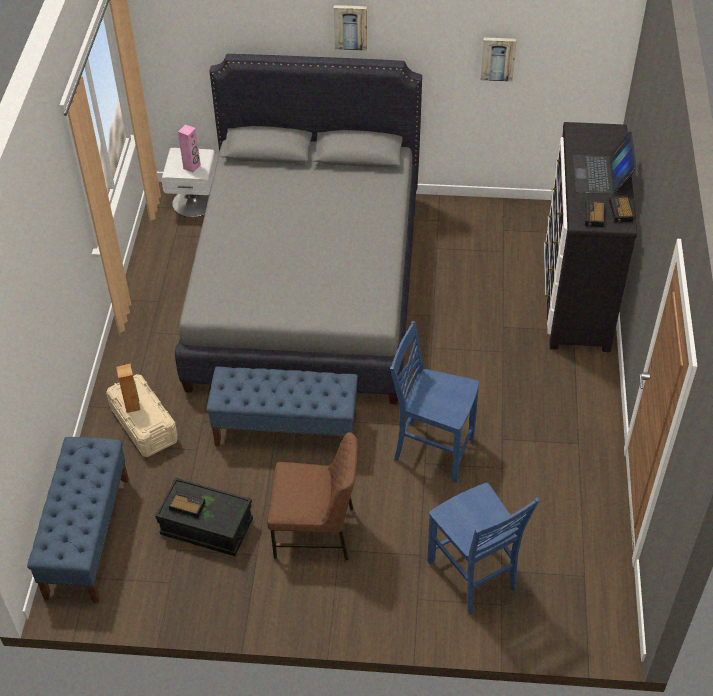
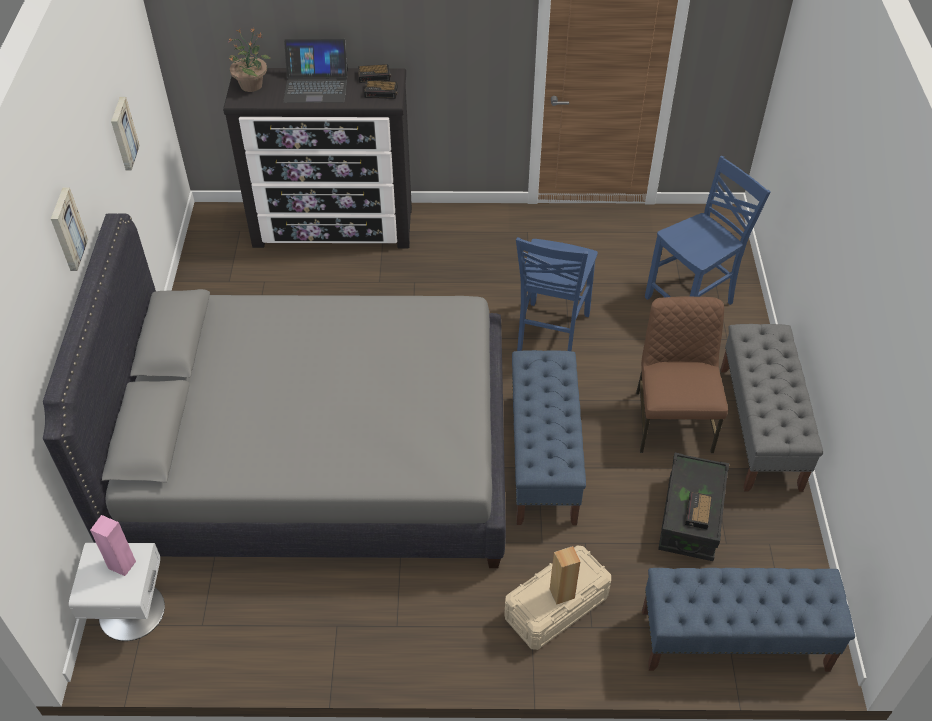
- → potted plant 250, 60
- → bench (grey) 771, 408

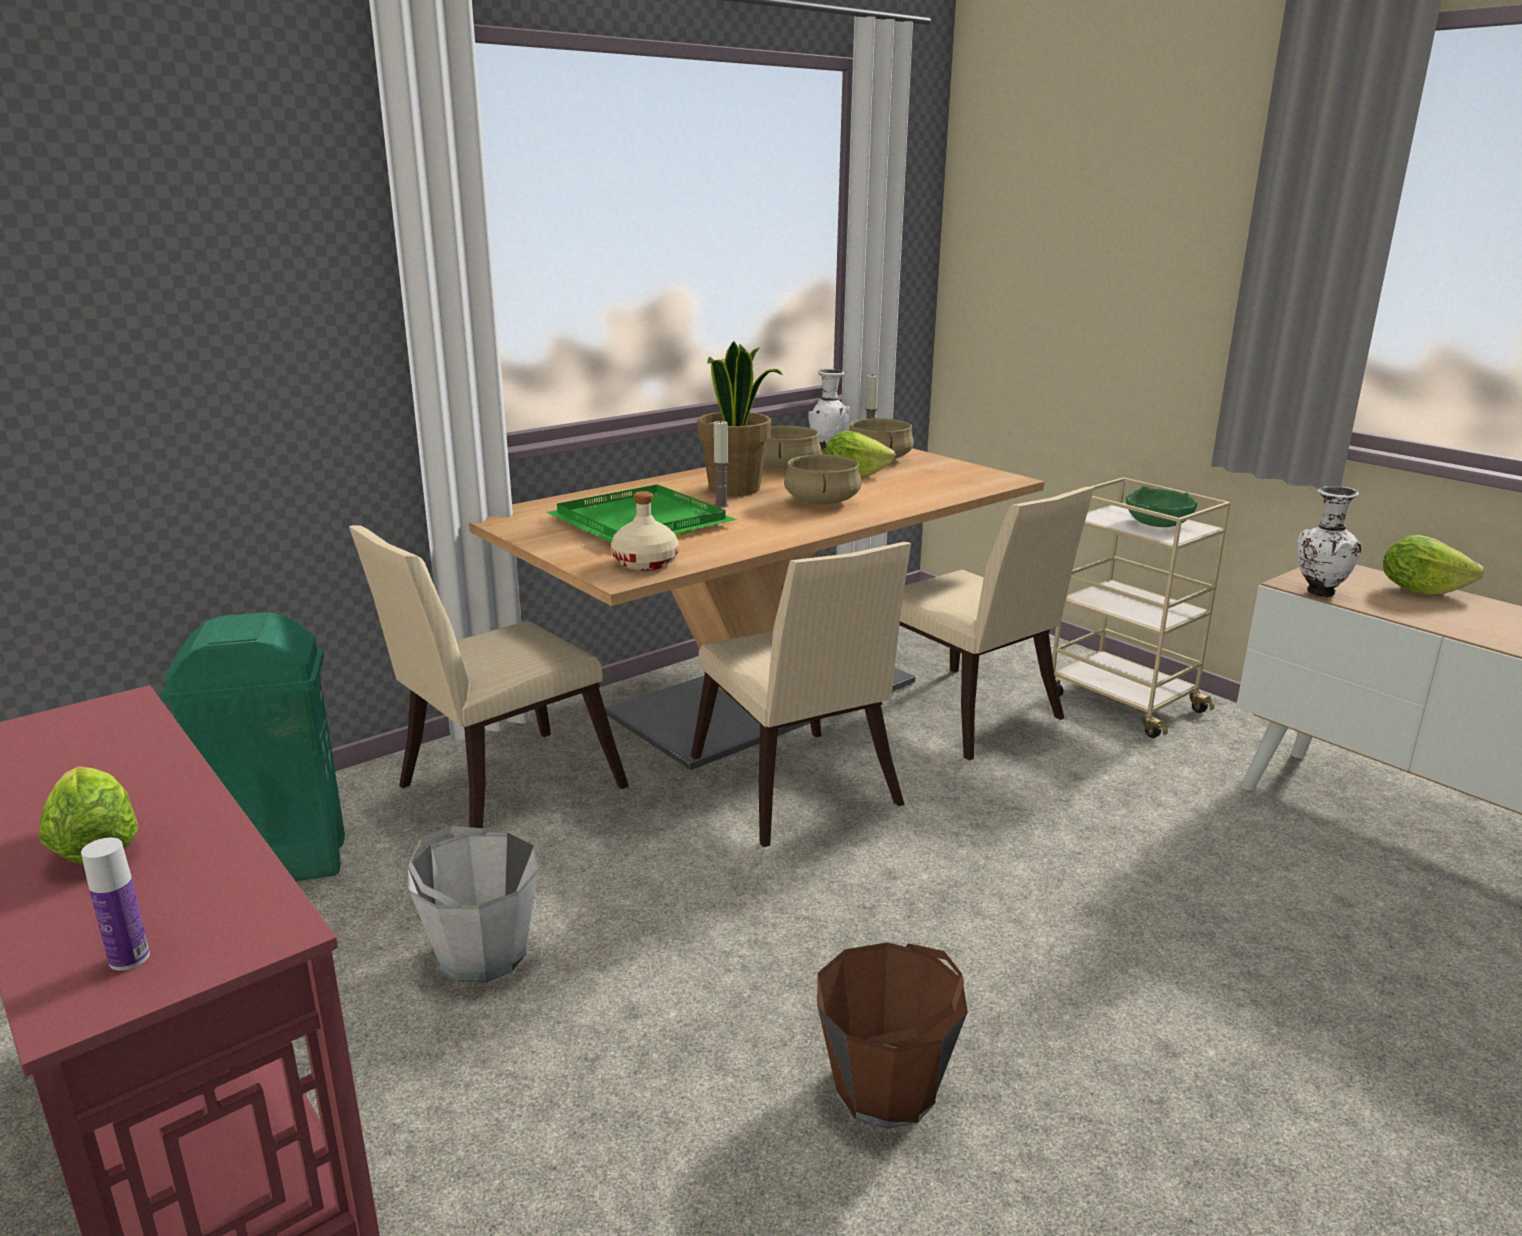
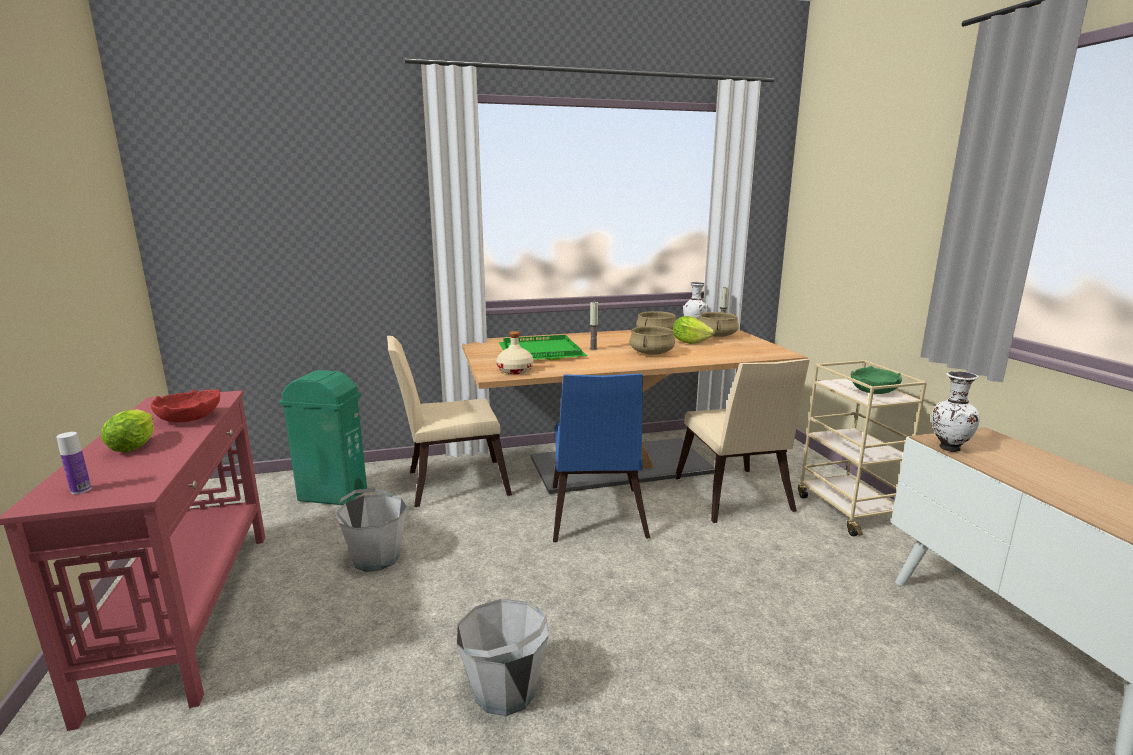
- → bowl (red) 185, 405
bucket (brown) 892, 1035 → bucket (grey) 503, 657
chair (beige) 801, 694 → chair (blue) 601, 457
potted plant 740, 418 → -
lettuce 1433, 565 → -

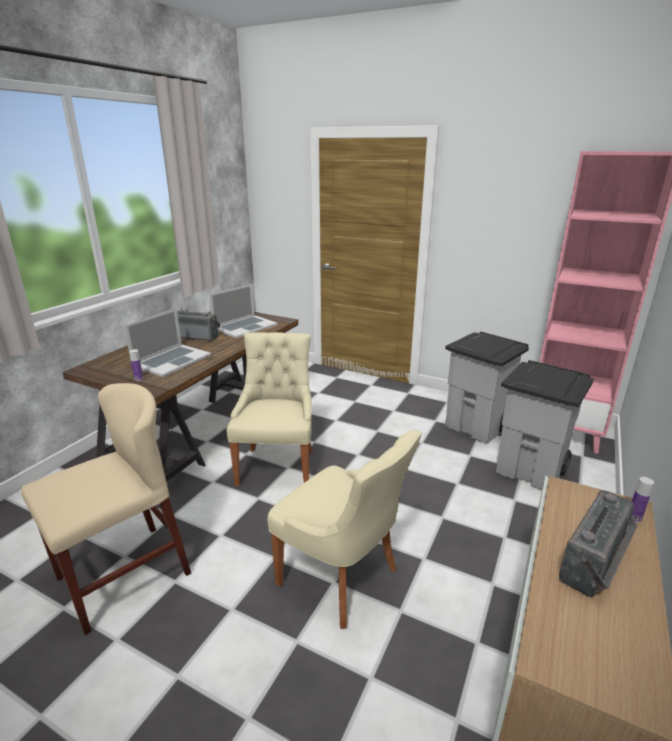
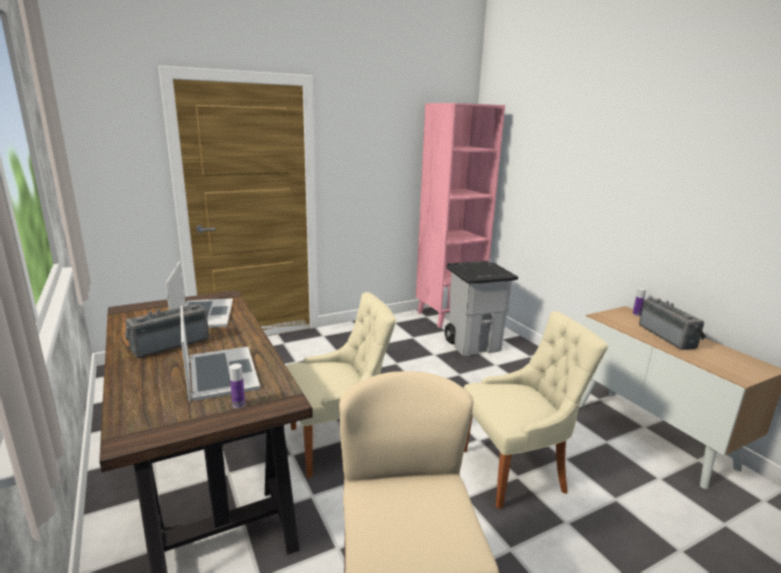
chair (beige) 270, 409 → chair (beige) 341, 385, 120 degrees clockwise
trash can (grey) 487, 388 → -

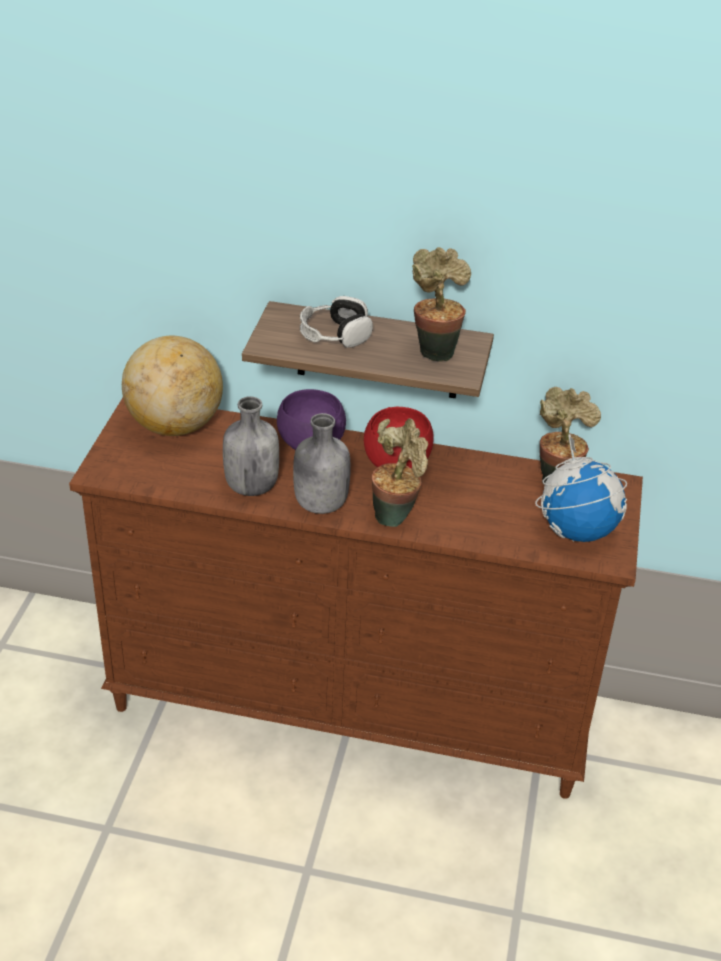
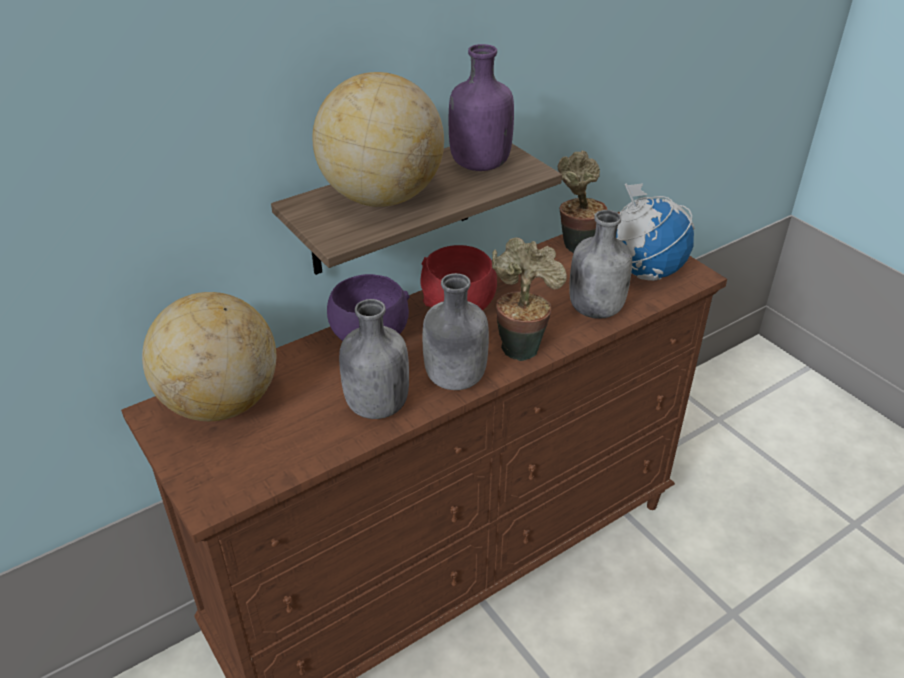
headphones 336, 322 → globe 378, 139
potted plant 441, 304 → bottle (purple) 481, 107
- → bottle (grey) 600, 264

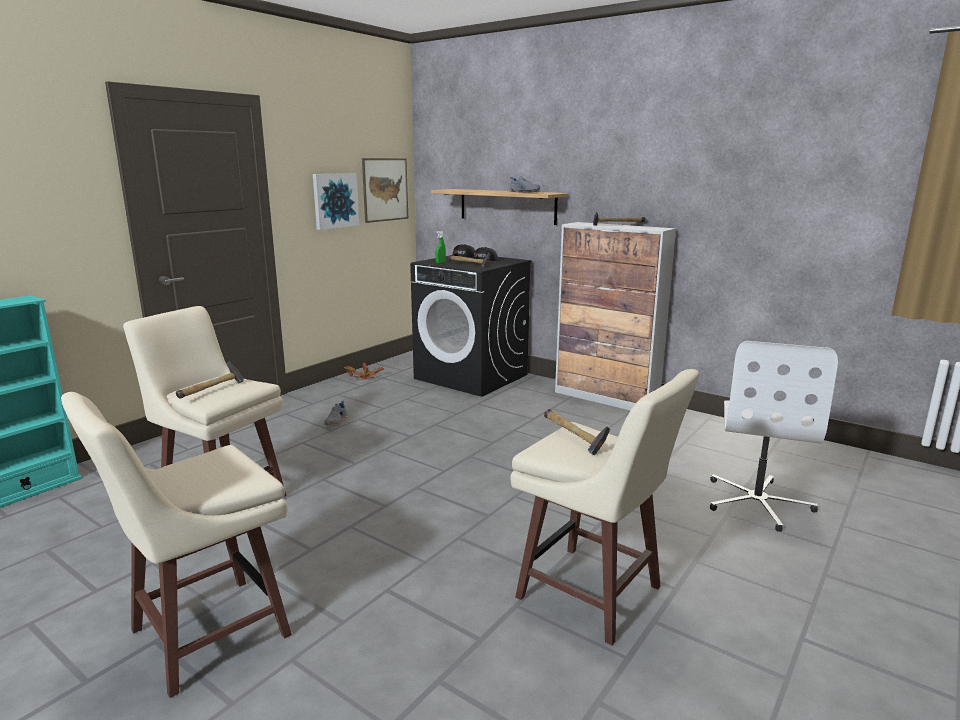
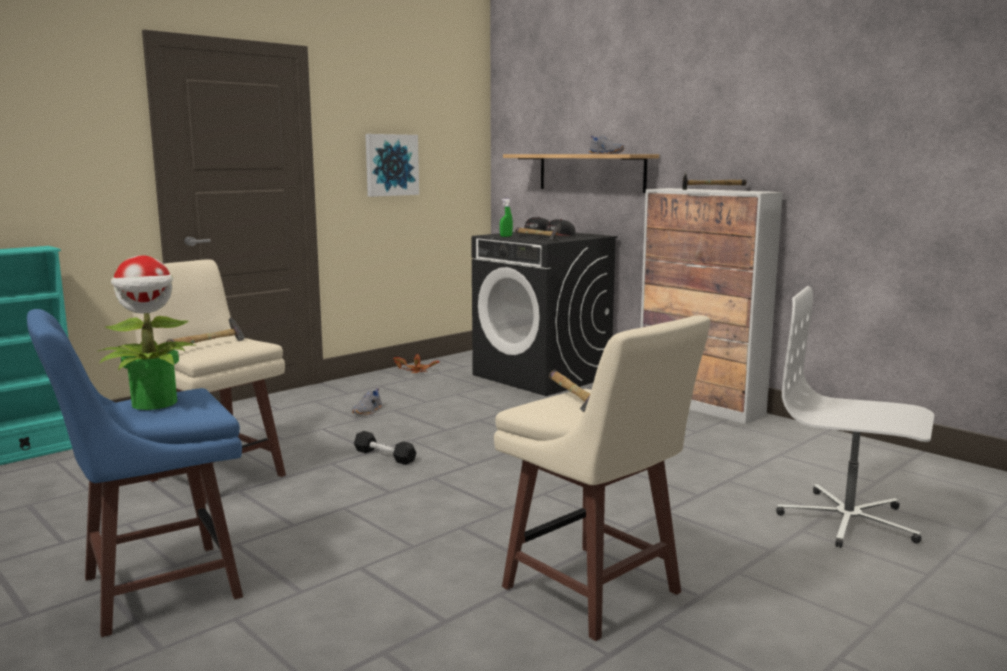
stool (beige) 176, 545 → stool (blue) 135, 473
- → potted plant 147, 333
- → dumbbell (black) 385, 448
office chair (white) 774, 436 → office chair (white) 855, 417, 90 degrees clockwise
picture 385, 190 → -

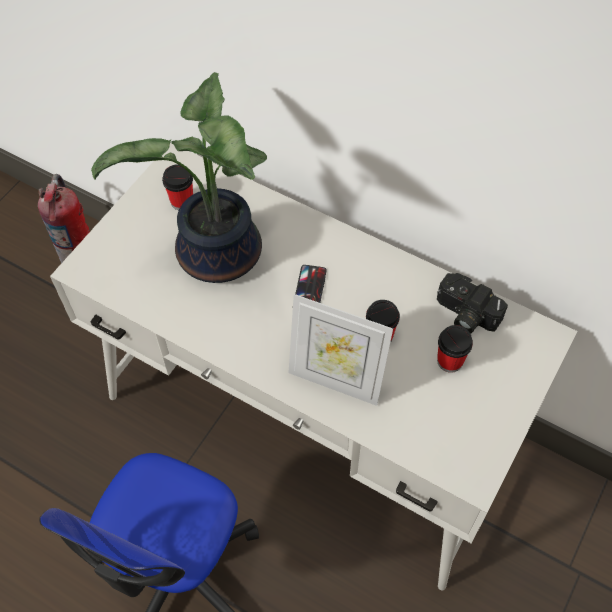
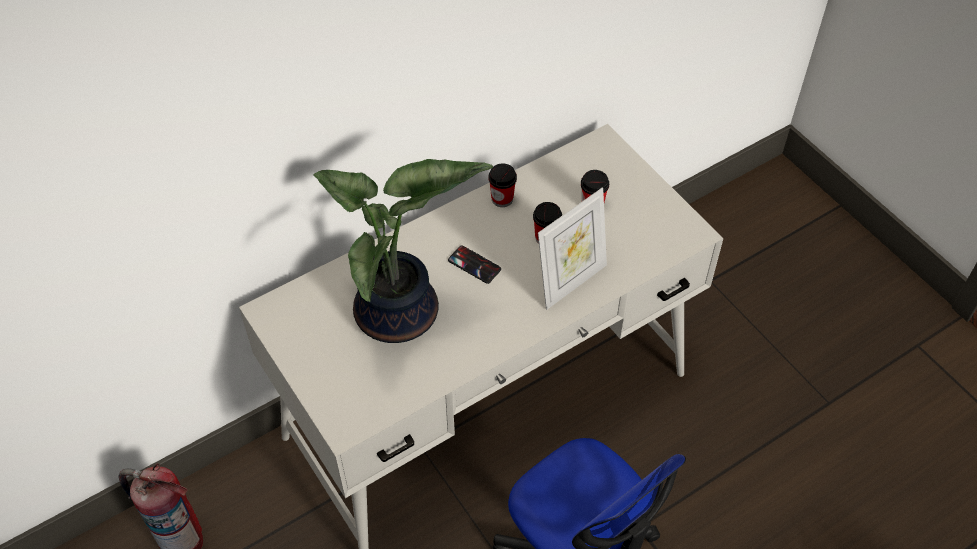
cup 177, 187 → cup 502, 185, shifted
photo camera 472, 303 → -

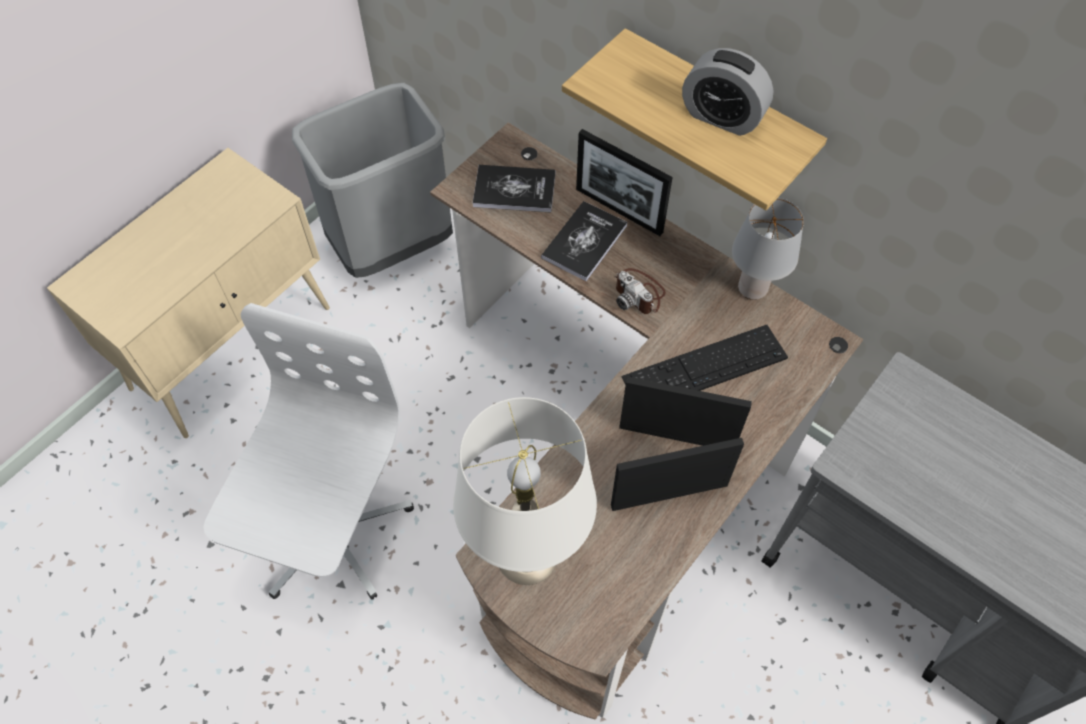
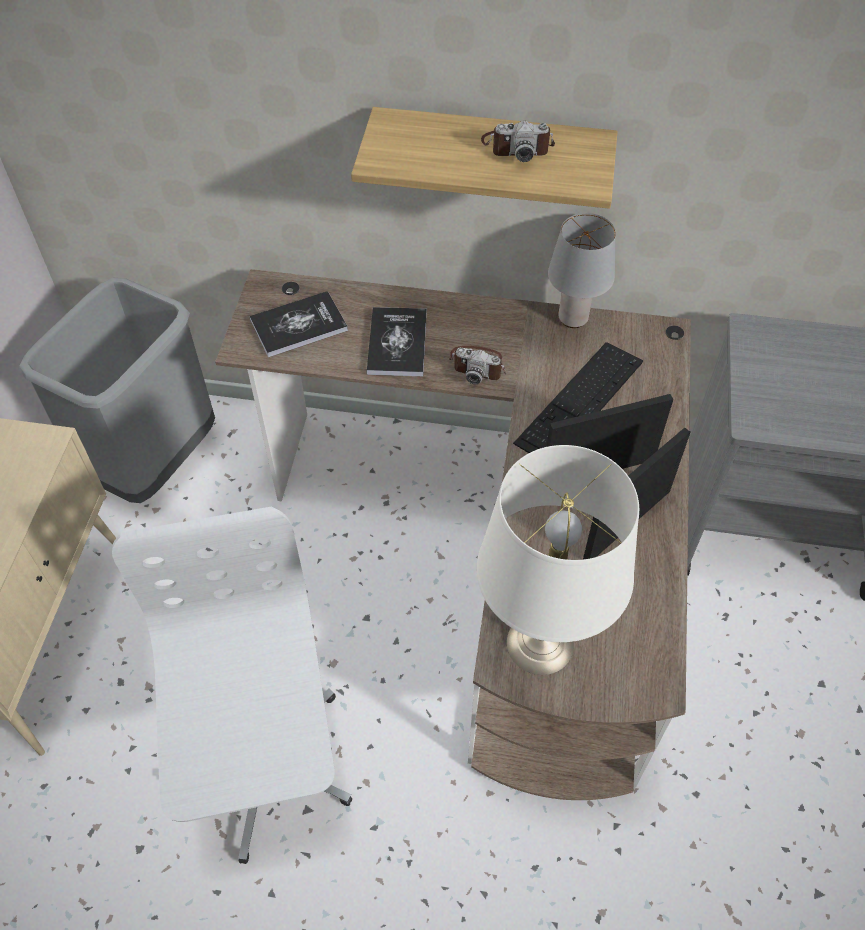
alarm clock 728, 92 → photo camera 518, 141
picture frame 624, 182 → -

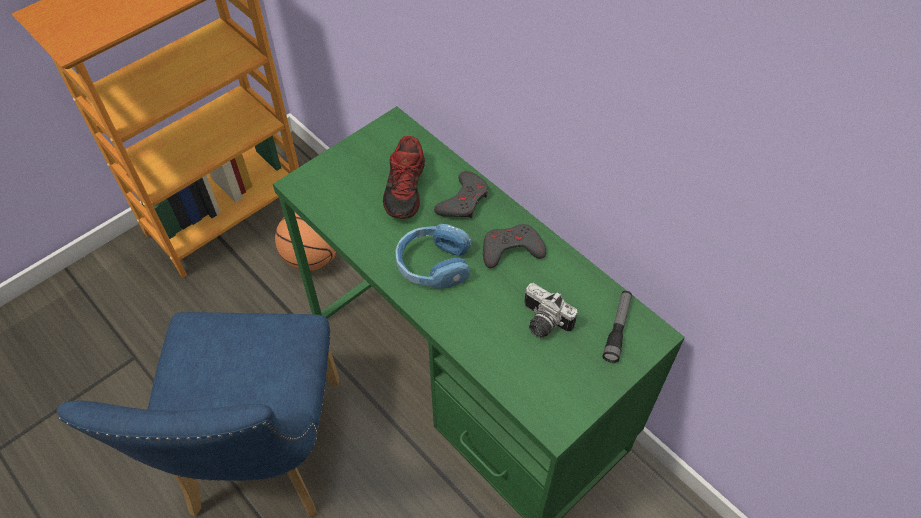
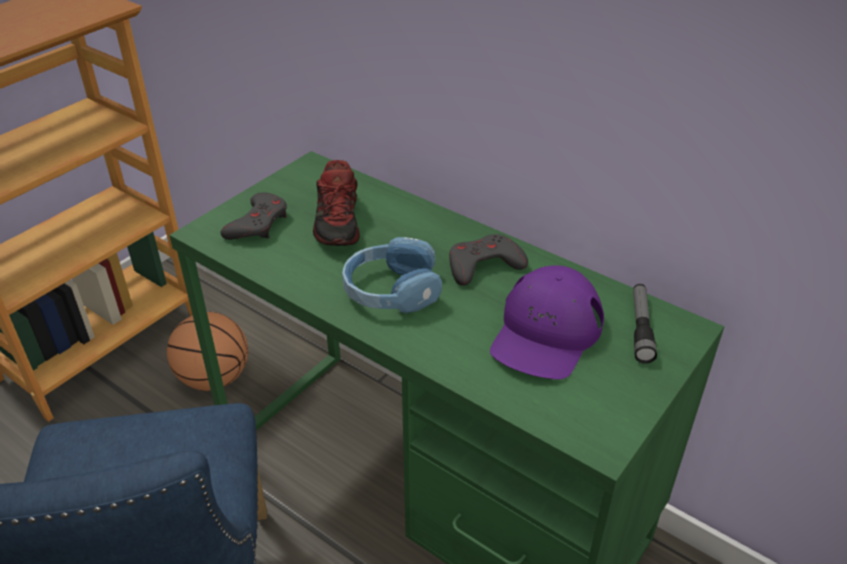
game controller (grey) 461, 194 → game controller (grey) 253, 216, shifted
photo camera 551, 310 → cap (purple) 547, 322

